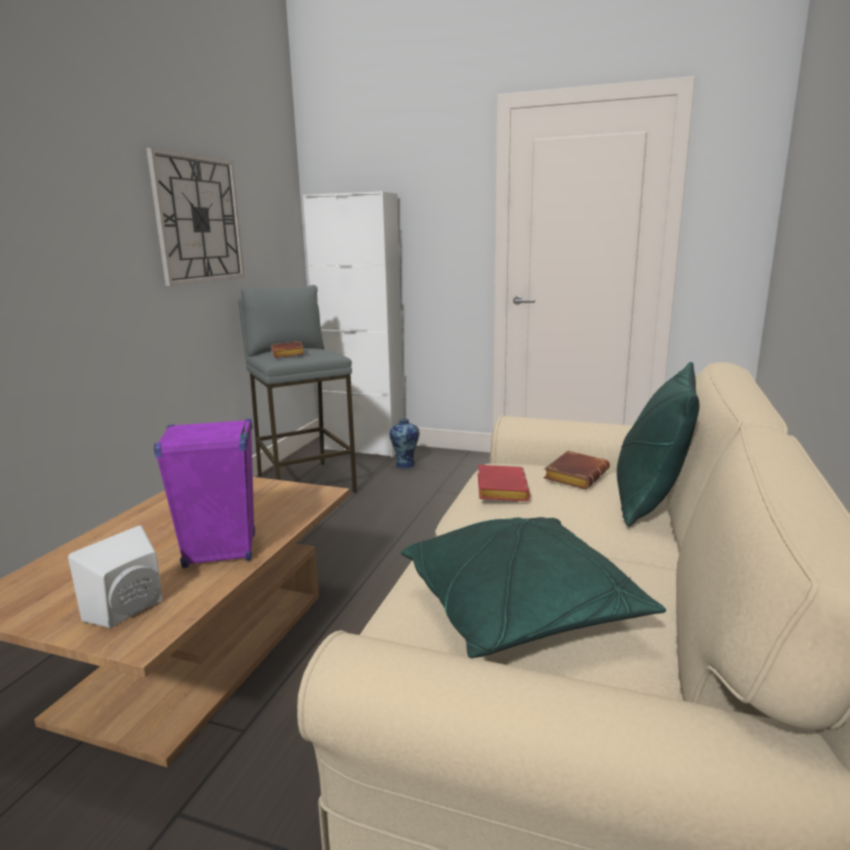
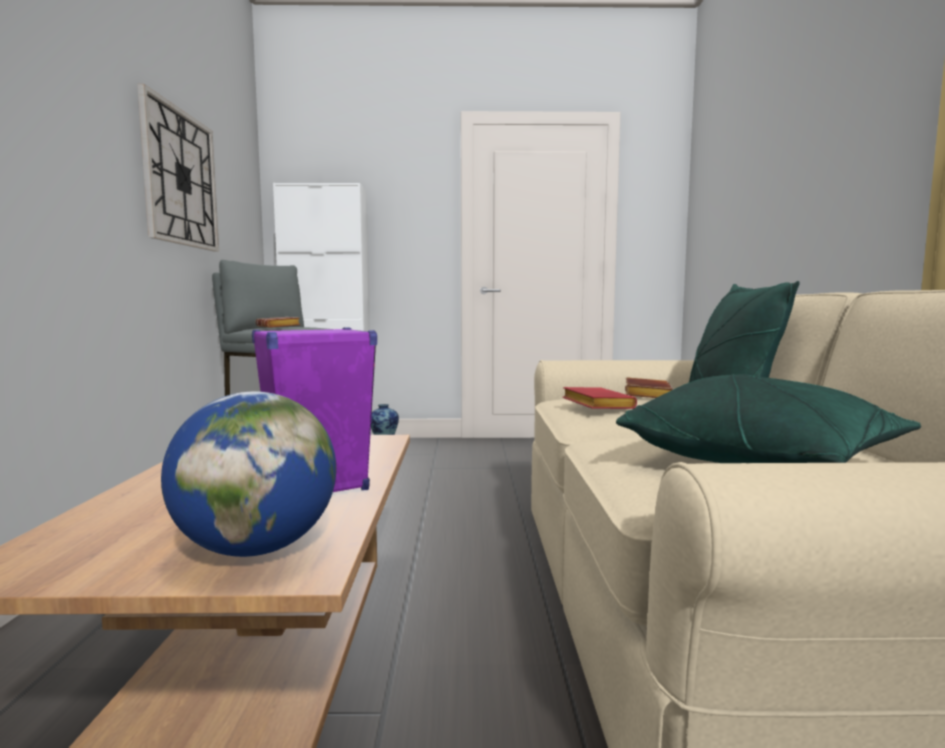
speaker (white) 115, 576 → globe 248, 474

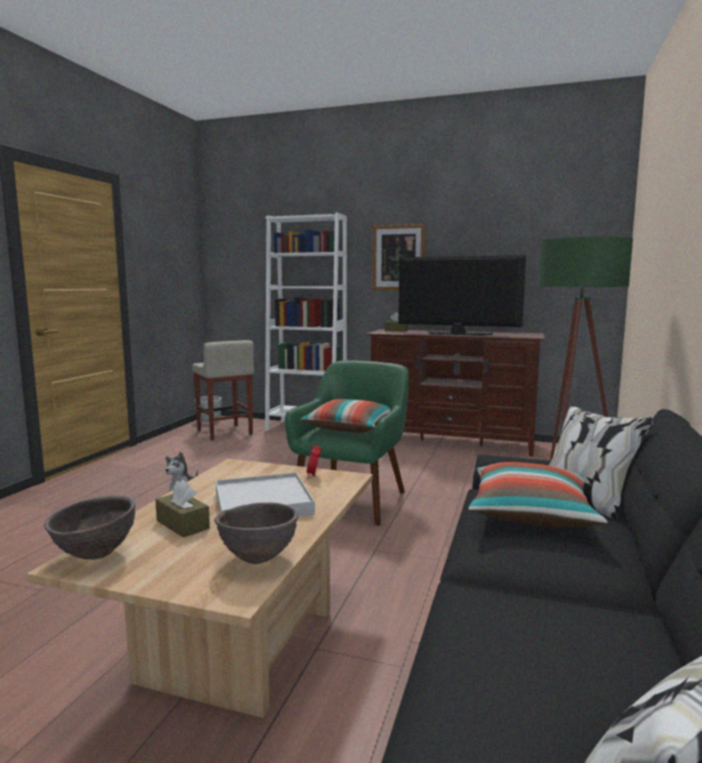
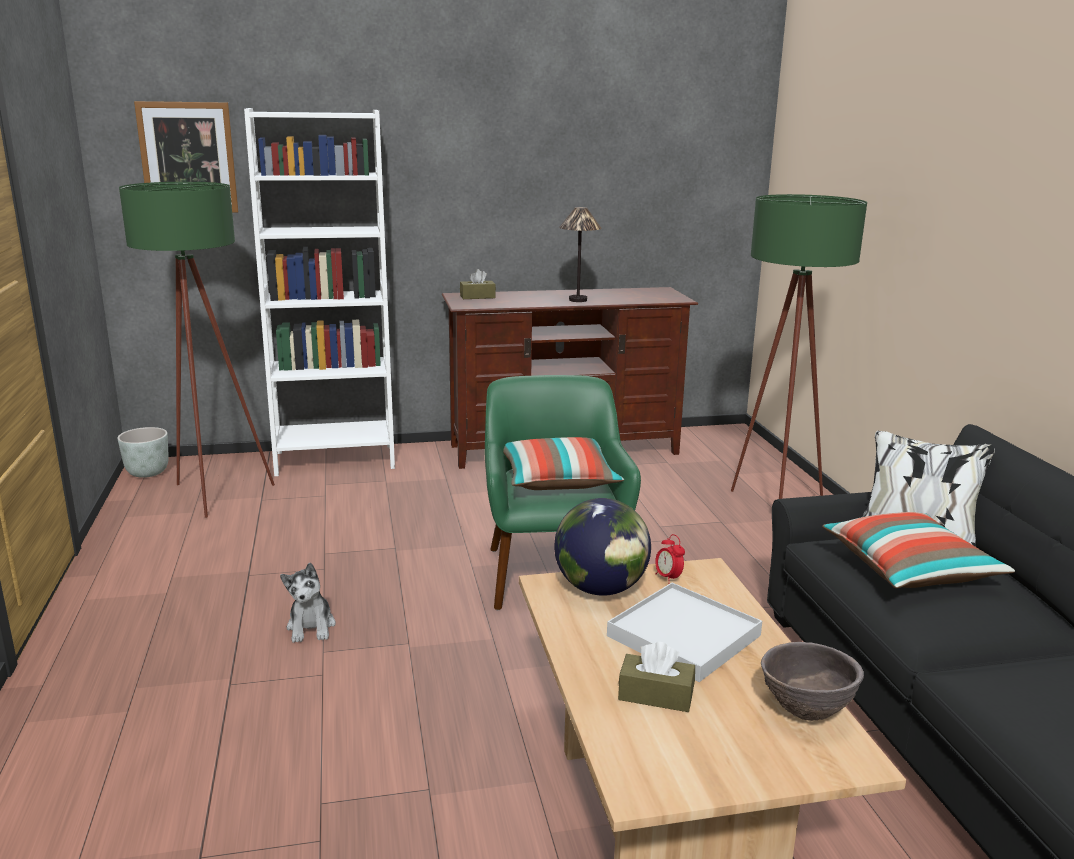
stool (beige) 223, 390 → floor lamp (green) 197, 350
picture 399, 257 → picture 186, 157, shifted
- → globe 602, 547
television 462, 295 → table lamp 580, 254
bowl (brown) 90, 527 → -

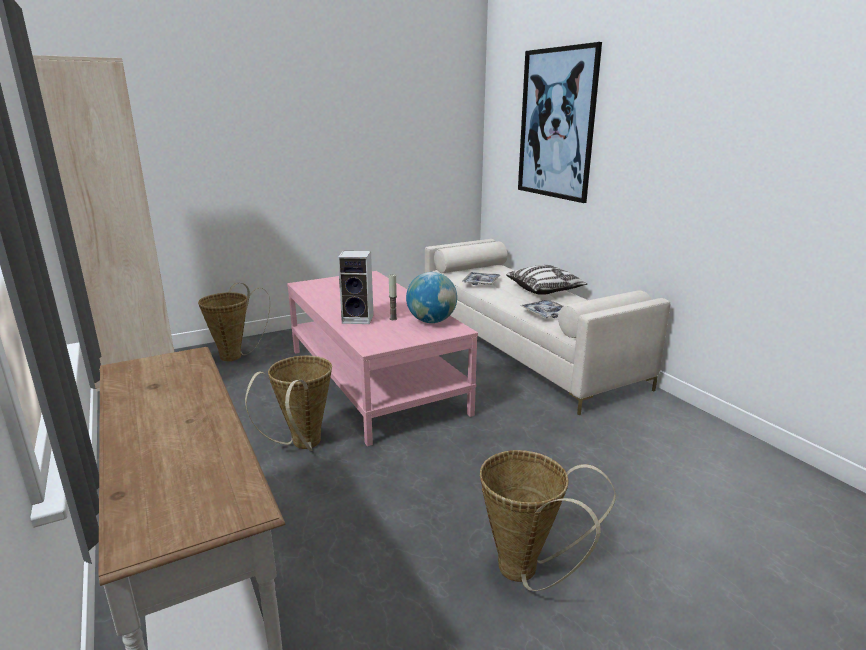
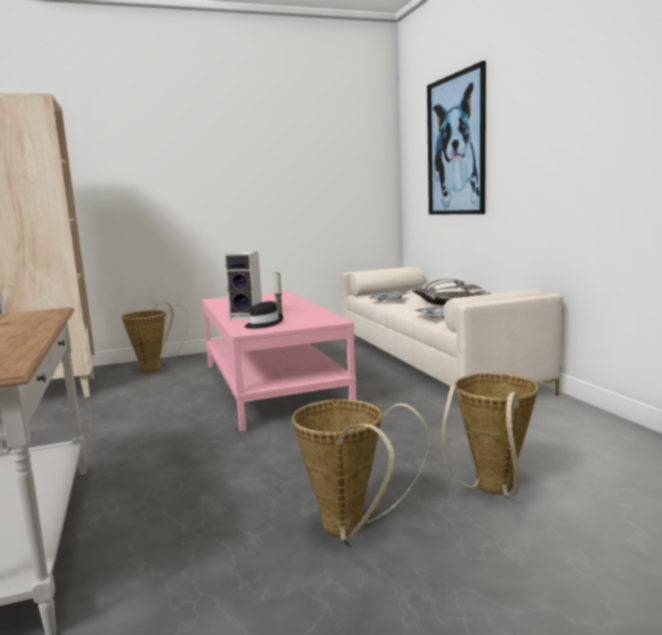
- → hat (black) 264, 315
basket 288, 403 → basket 490, 434, shifted
globe 431, 297 → -

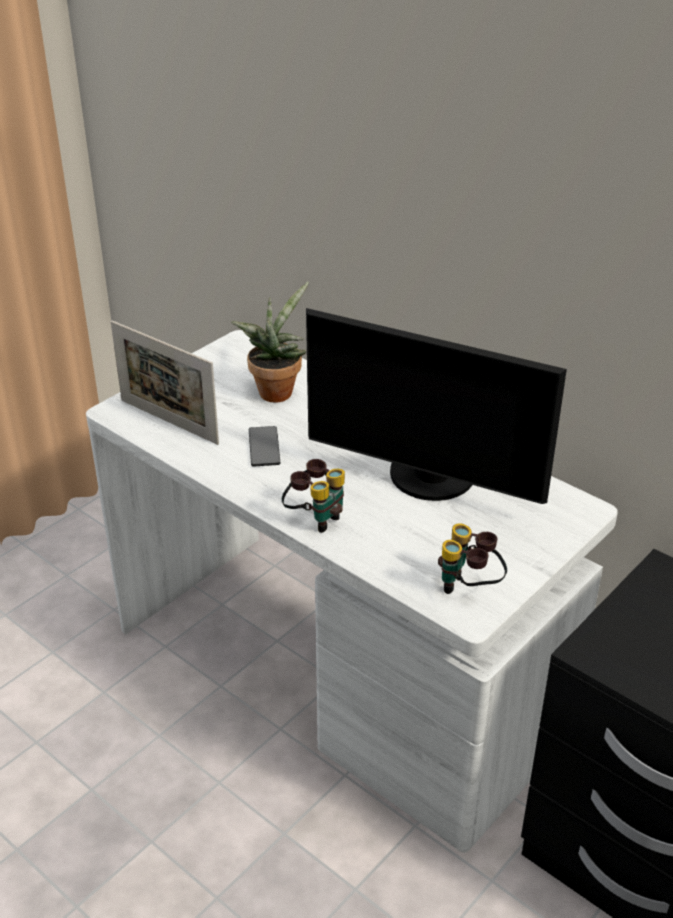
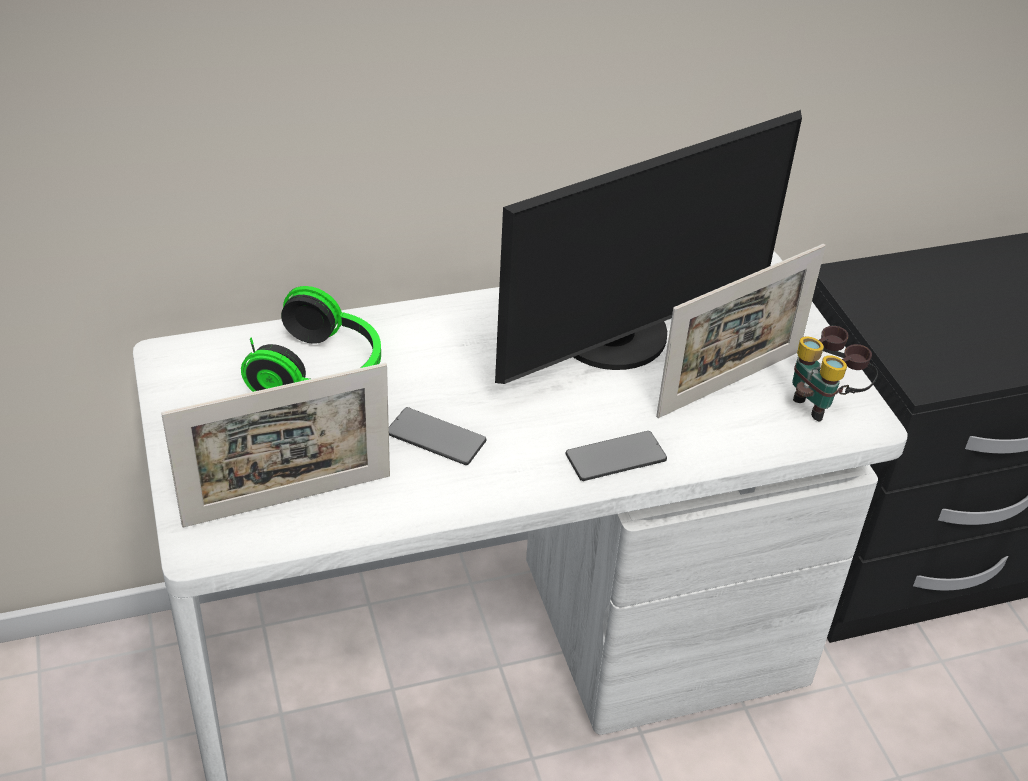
potted plant 270, 342 → headphones 311, 339
binoculars 313, 496 → phone 616, 456
- → picture frame 741, 331

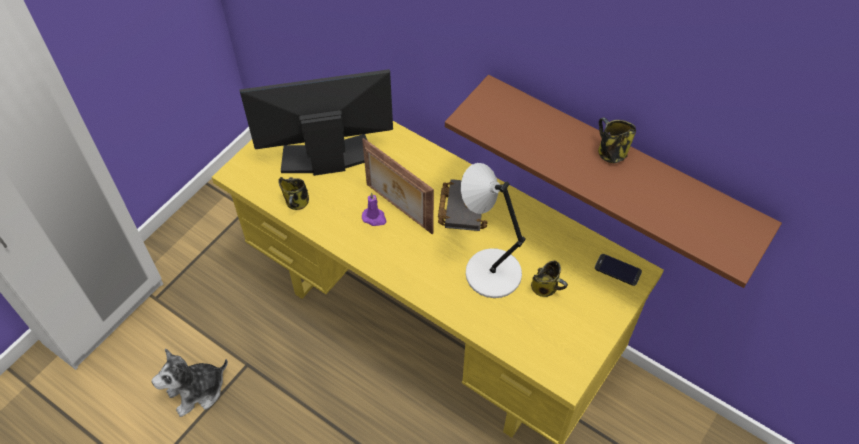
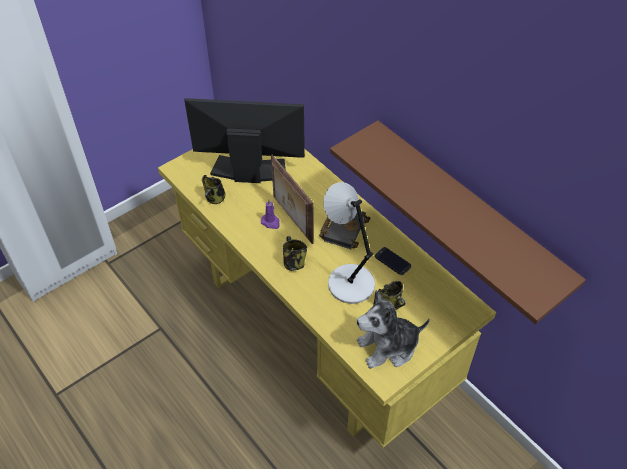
mug 617, 140 → mug 295, 253, shifted
plush toy 190, 383 → plush toy 393, 329, shifted
phone 618, 270 → phone 393, 261, shifted

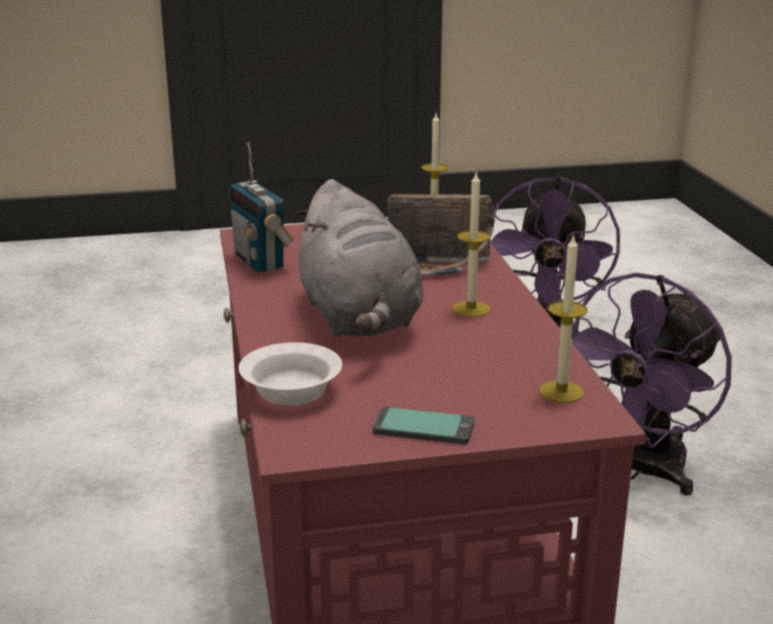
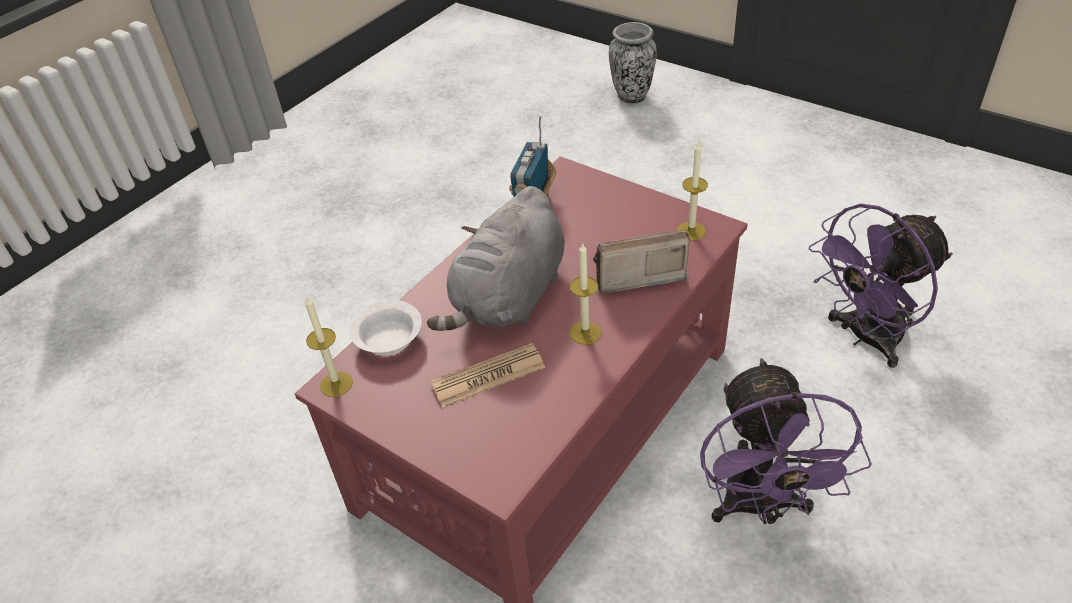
candle 563, 318 → candle 329, 347, shifted
- → newspaper 488, 375
radio 441, 234 → radio 641, 261, 120 degrees clockwise
- → vase 633, 63
fan (purple) 651, 384 → fan (purple) 786, 441, 90 degrees counterclockwise
phone 424, 426 → -

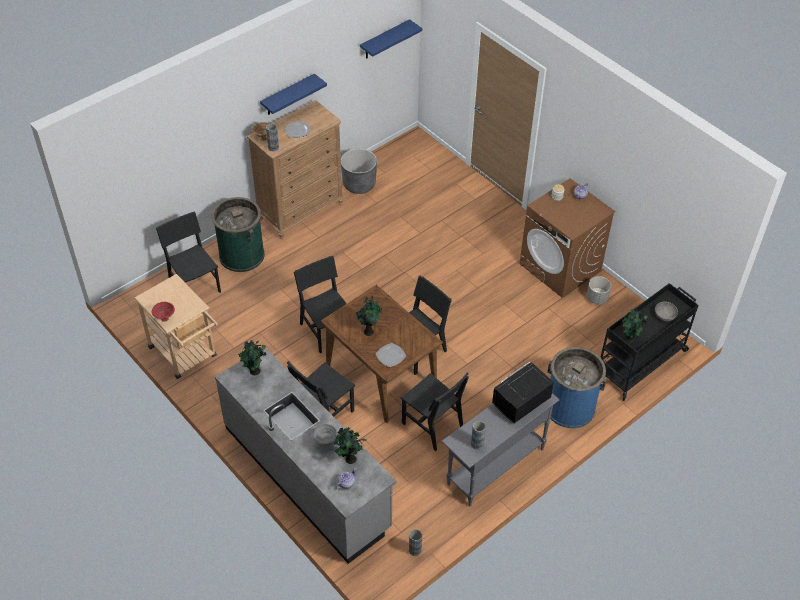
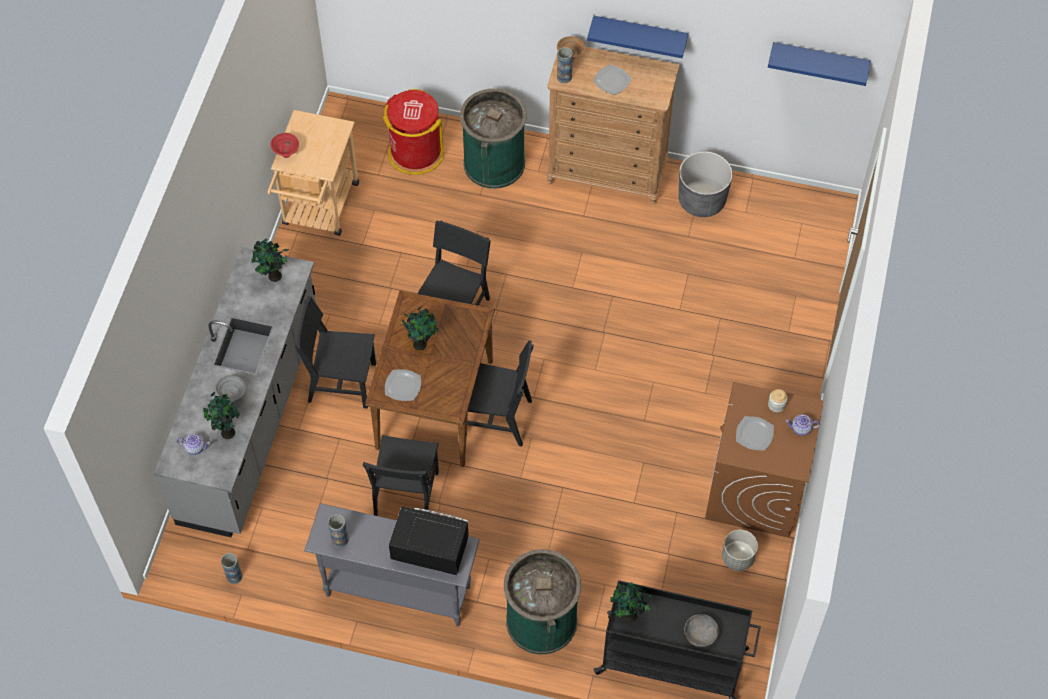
chair (black) 188, 252 → trash can (red) 413, 132
trash can (blue) 577, 387 → trash can (green) 542, 601
- → plate 755, 433

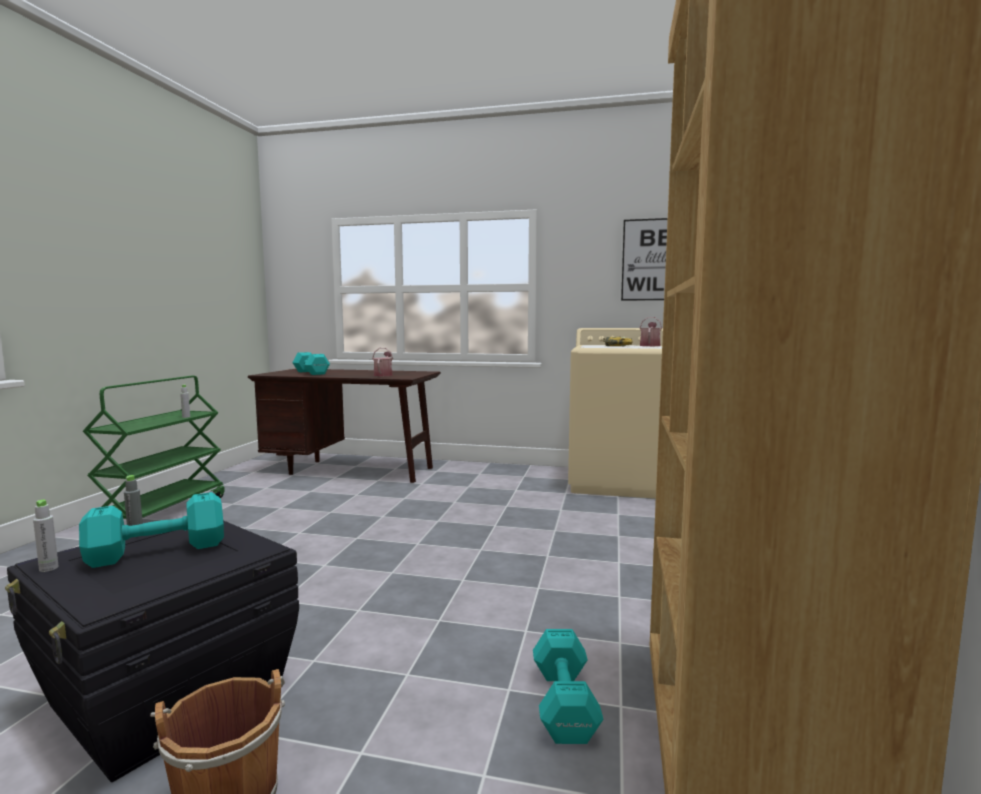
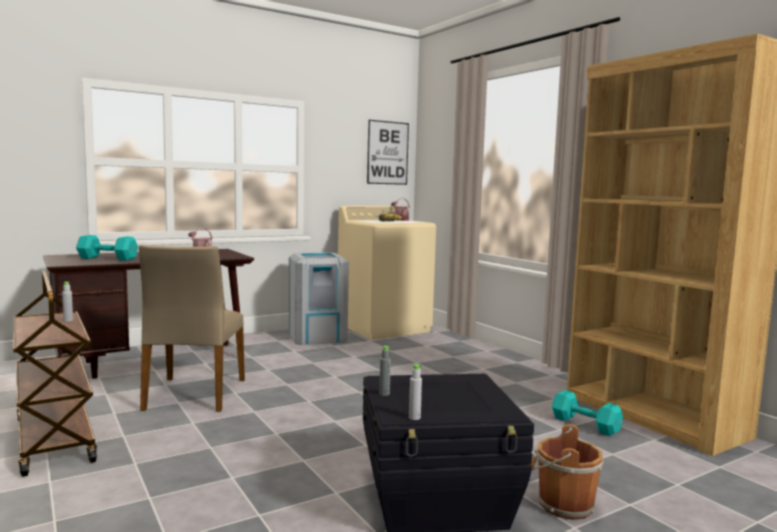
cart (green) 154, 447 → cart (brown) 55, 374
- → chair (beige) 192, 328
- → trash can (grey) 319, 299
dumbbell (turquoise) 151, 530 → -

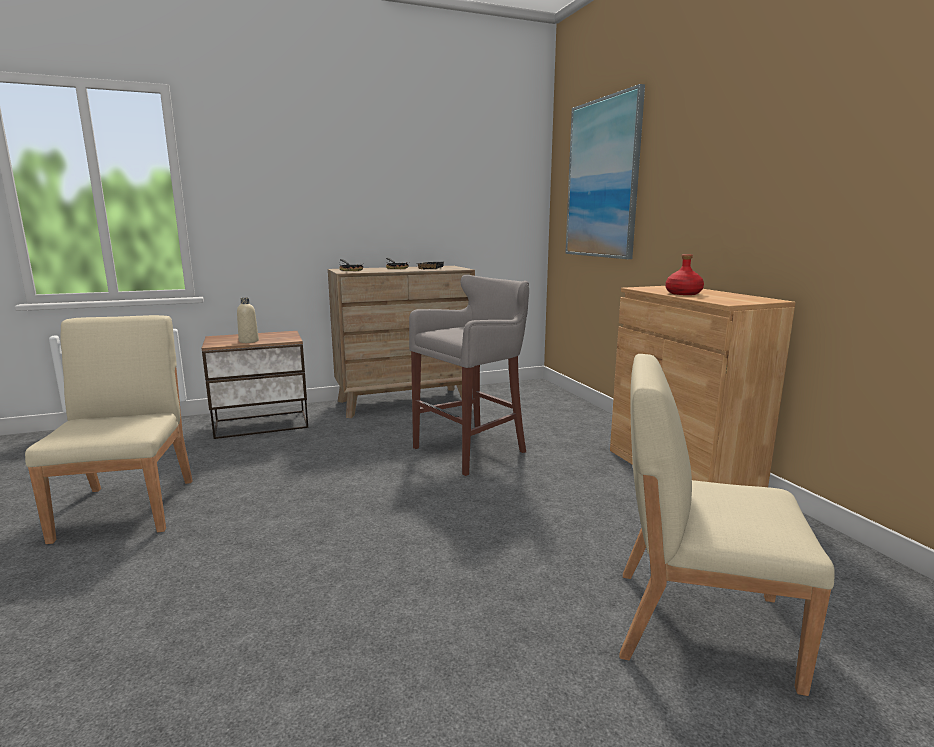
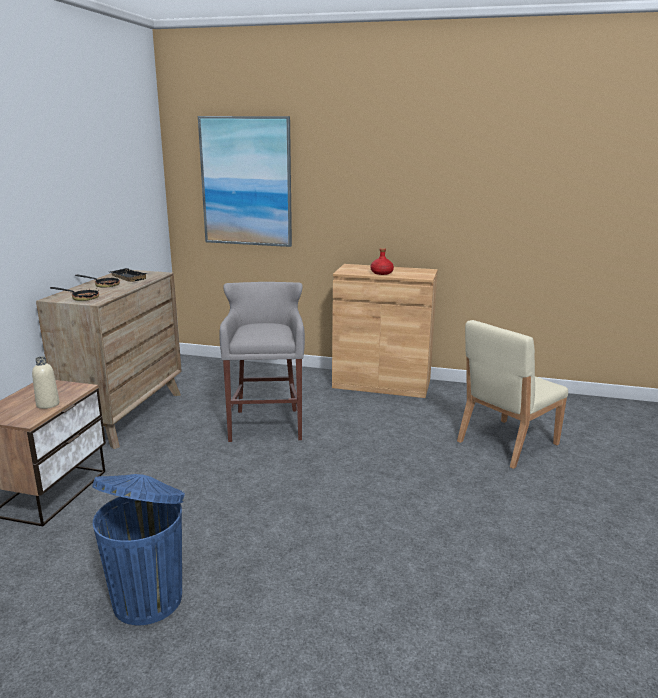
chair (beige) 109, 429 → trash can (blue) 138, 549

